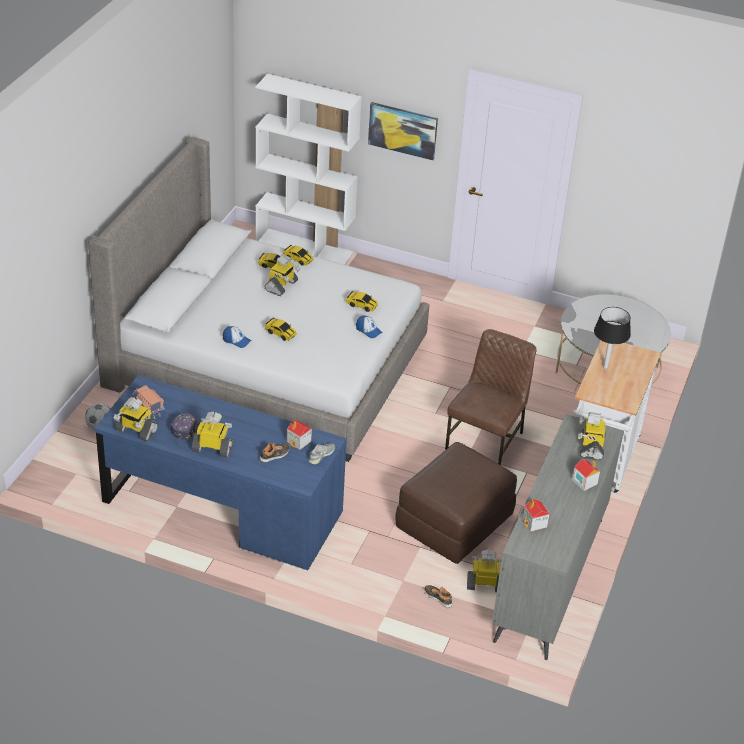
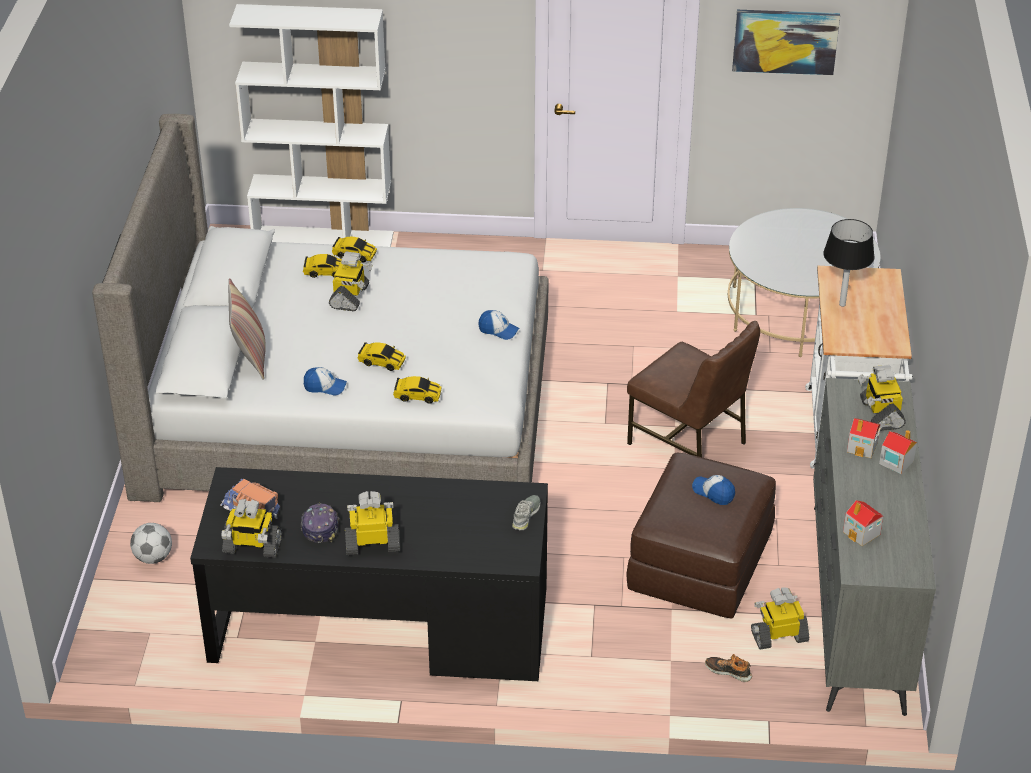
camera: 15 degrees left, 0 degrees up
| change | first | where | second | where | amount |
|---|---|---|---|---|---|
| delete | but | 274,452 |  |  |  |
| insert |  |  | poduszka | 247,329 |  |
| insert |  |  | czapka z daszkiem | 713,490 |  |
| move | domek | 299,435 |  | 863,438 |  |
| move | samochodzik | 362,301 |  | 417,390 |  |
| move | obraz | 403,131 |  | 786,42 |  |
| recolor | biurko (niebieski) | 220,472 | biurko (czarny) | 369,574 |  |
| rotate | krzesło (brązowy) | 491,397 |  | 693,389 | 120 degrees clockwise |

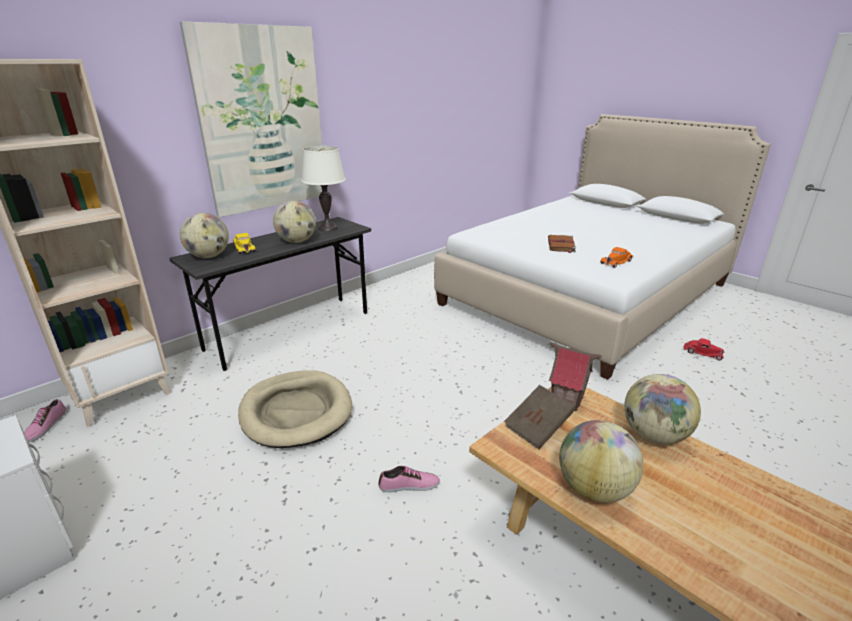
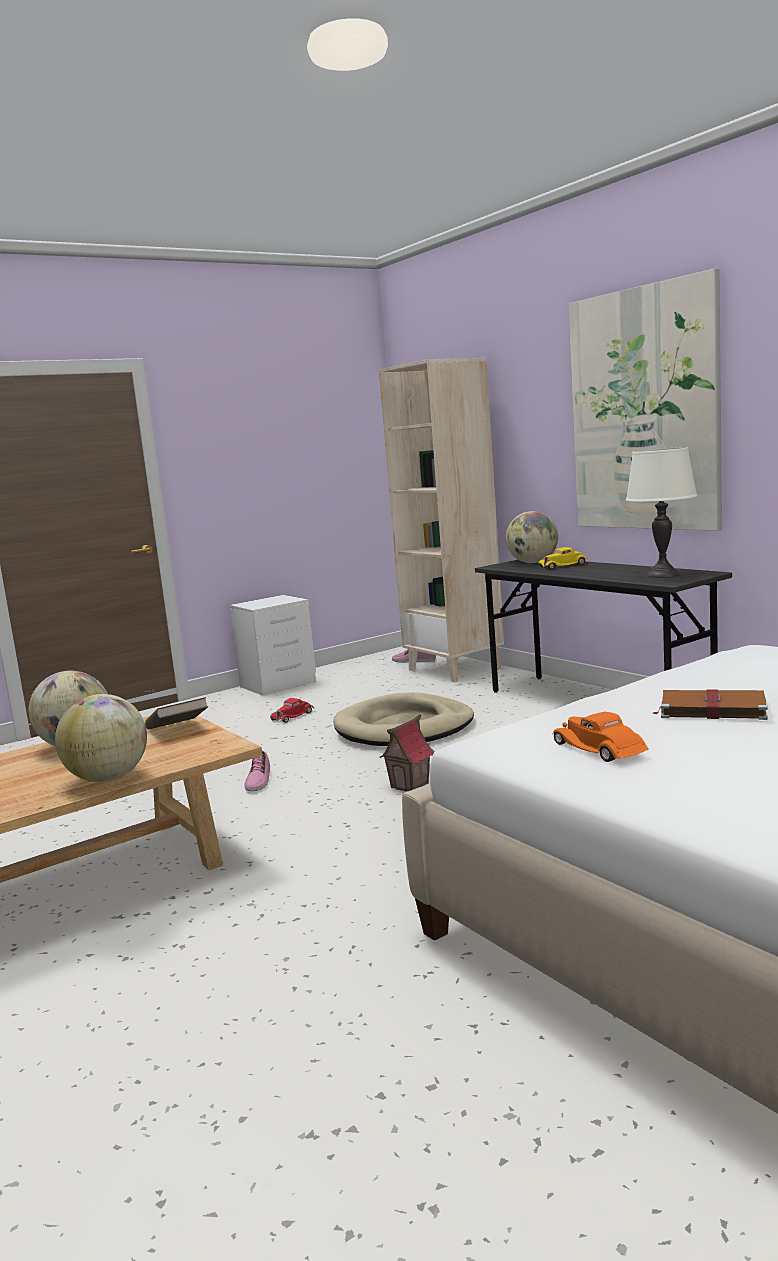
camera: 100 degrees right, 15 degrees down
| change | first | where | second | where | amount |
|---|---|---|---|---|---|
| delete | globus | 294,222 |  |  |  |
| move | domek | 575,376 |  | 407,752 |  |
| move | samochodzik (czerwony) | 704,349 |  | 292,710 |  |

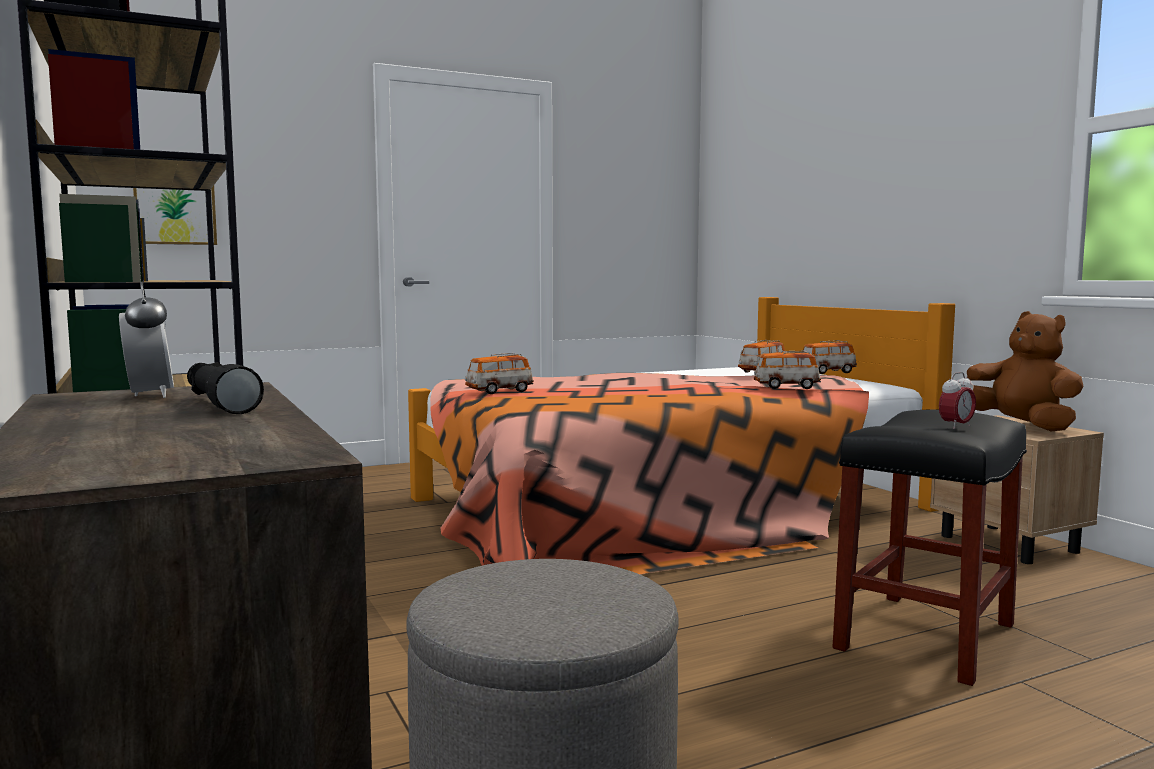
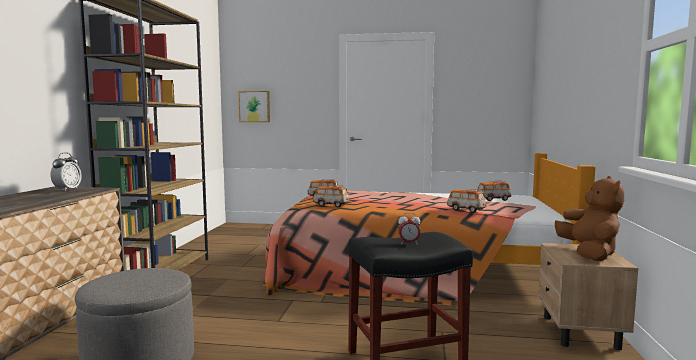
camera: 35 degrees right, 0 degrees up
| change | first | where | second | where | amount |
|---|---|---|---|---|---|
| delete | latarka (czarny) | 225,388 |  |  |  |
| move | samochodzik | 829,357 |  | 331,197 |  |

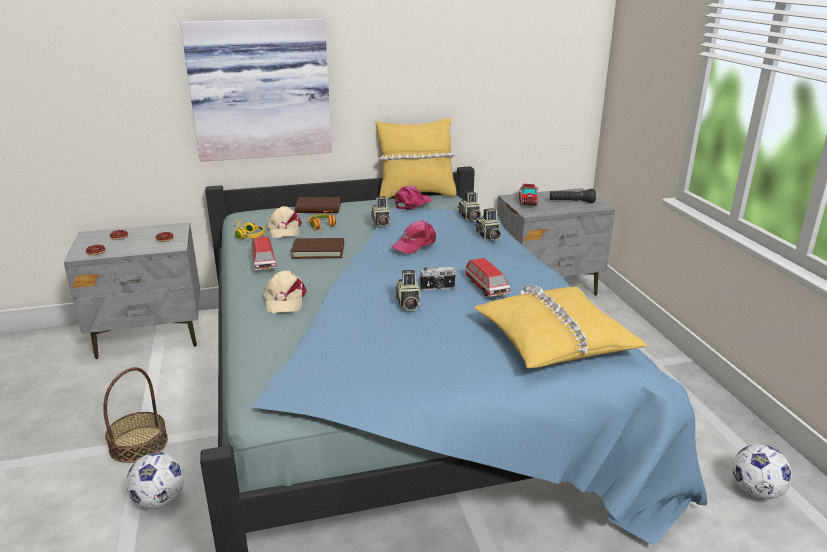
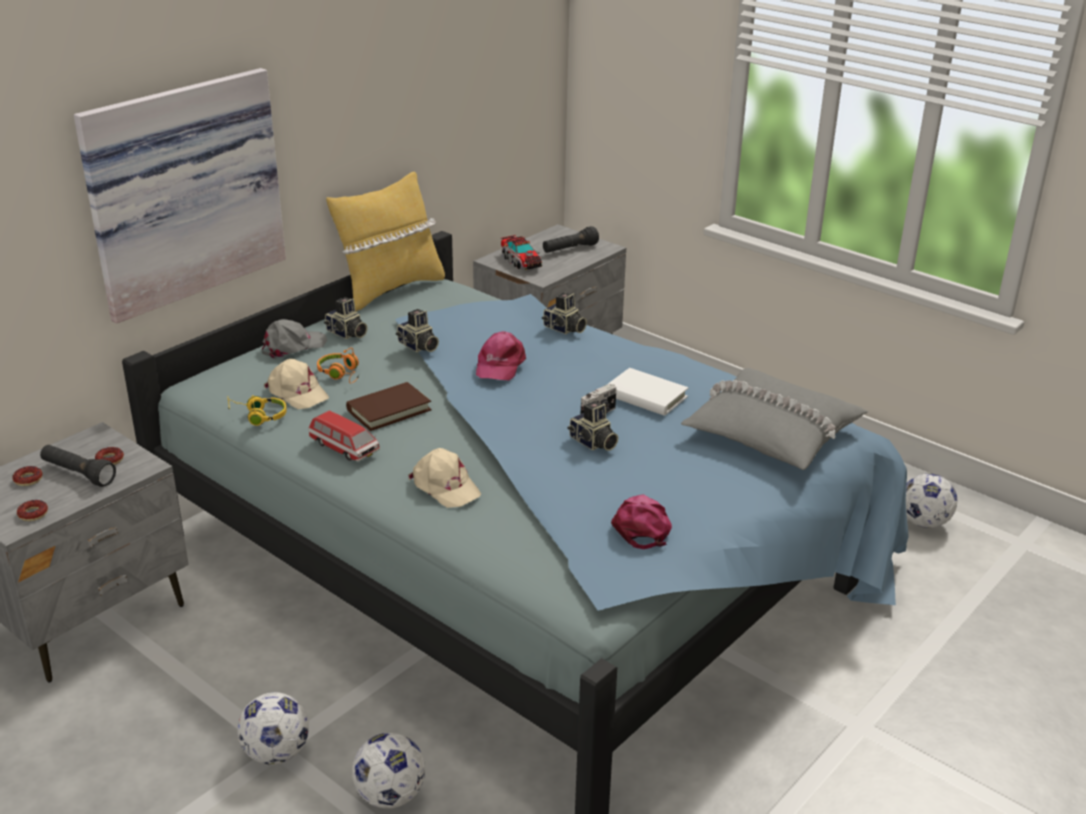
camera: 35 degrees left, 5 degrees up
| change | first | where | second | where | amount |
|---|---|---|---|---|---|
| insert |  |  | latarka (czarny) | 78,466 |  |
| move | czapka z daszkiem (różowy) | 413,198 |  | 641,521 |  |
| move | aparat fotograficzny | 469,206 |  | 345,318 |  |
| replace | koszyk | 135,415 | piłka futbolowa | 273,728 |  |
| replace | książka (brązowy) | 318,205 | czapka z daszkiem (szary) | 294,339 |  |
| replace | samochodzik | 488,277 | książka (biały) | 648,392 |  |
| recolor | poduszka (żółty) | 561,326 | poduszka (szary) | 774,419 |  |

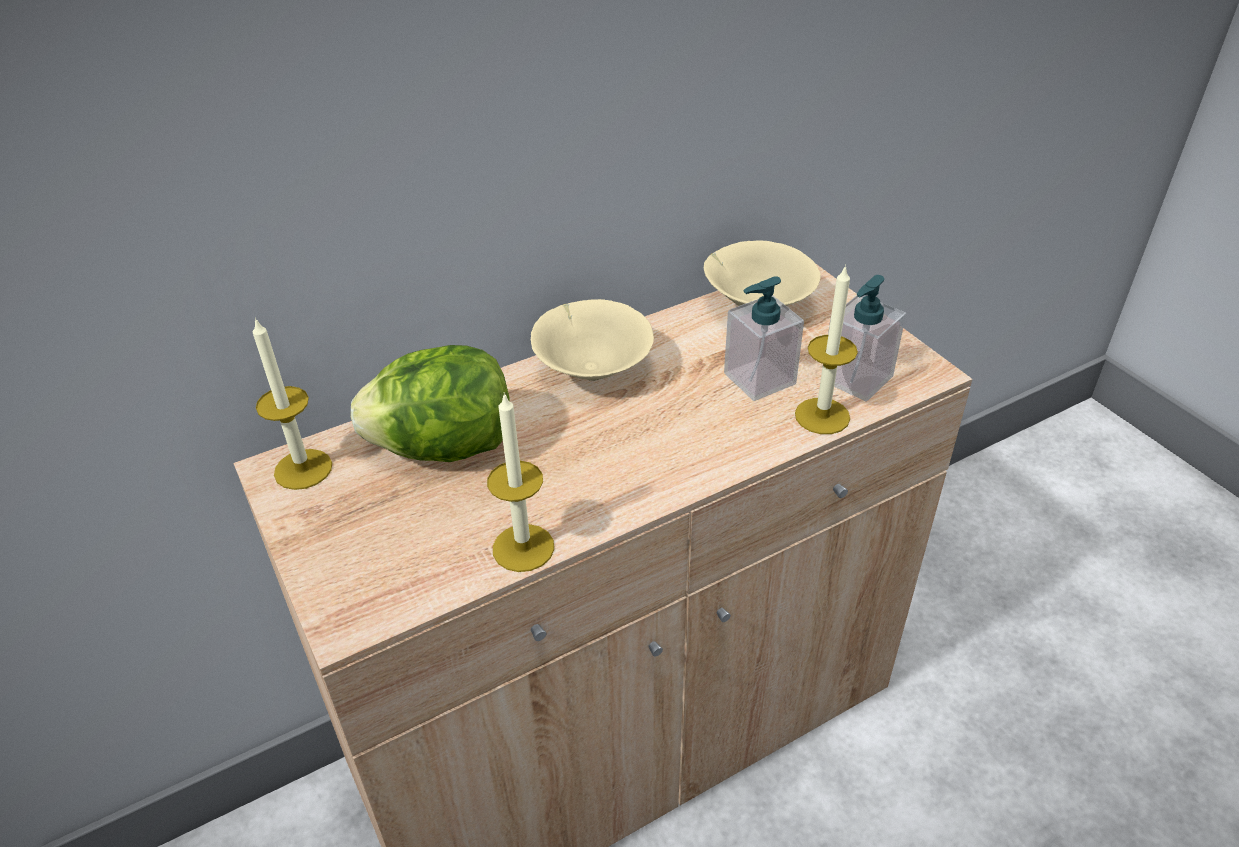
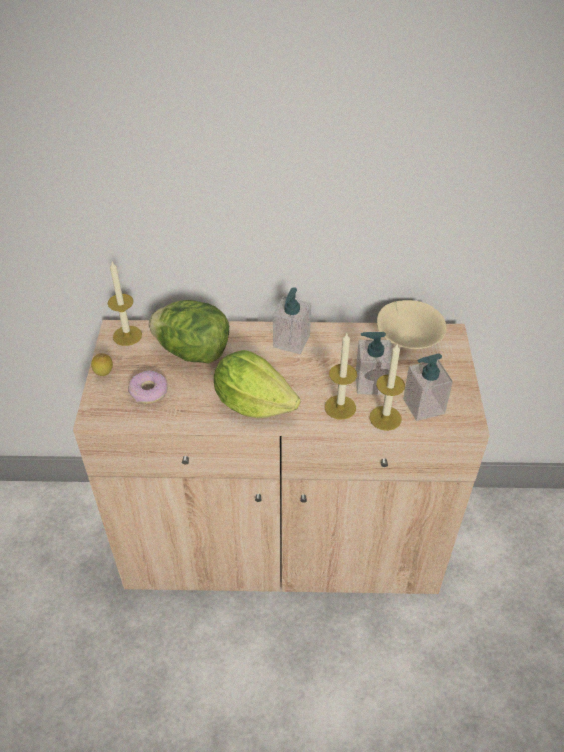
camera: 30 degrees right, 5 degrees up
| change | first | where | second | where | amount |
|---|---|---|---|---|---|
| insert |  |  | cytryna | 102,364 |  |
| insert |  |  | donut | 148,387 |  |
| insert |  |  | sałata | 257,384 |  |
| move | świeca | 520,482 |  | 341,376 |  |
| replace | miska (beżowy) | 592,340 | dozownik mydła | 292,320 |  |

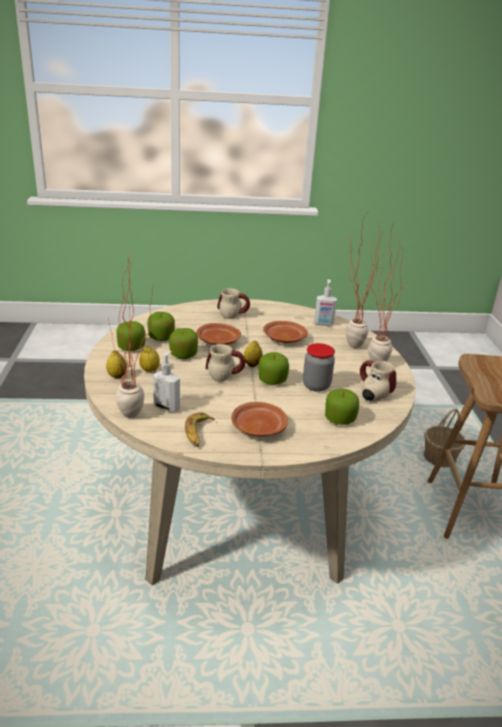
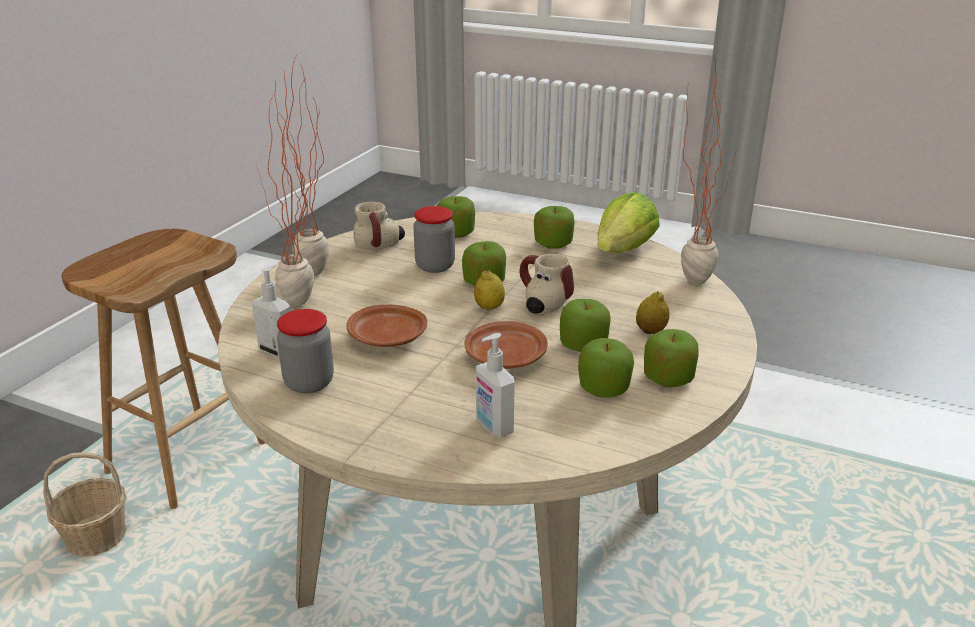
camera: 150 degrees left, 0 degrees up
| change | first | where | second | where | amount |
|---|---|---|---|---|---|
| delete | cytryna | 116,365 |  |  |  |
| delete | kubek | 233,303 |  |  |  |
| insert |  |  | słoik | 305,351 |  |
| move | dozownik mydła | 166,381 |  | 495,385 |  |
| replace | banan | 200,429 | sałata | 628,223 |  |
| replace | talerz (brązowy) | 259,419 | jabłko | 554,227 |  |

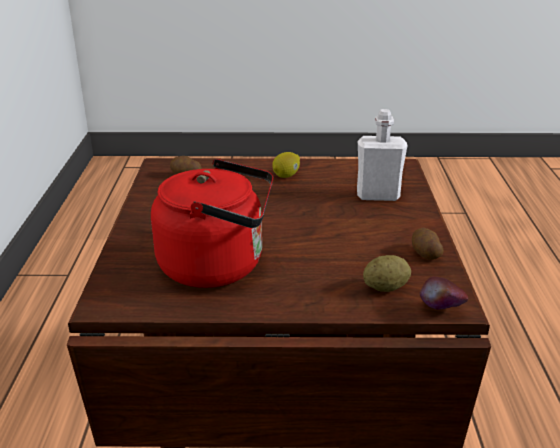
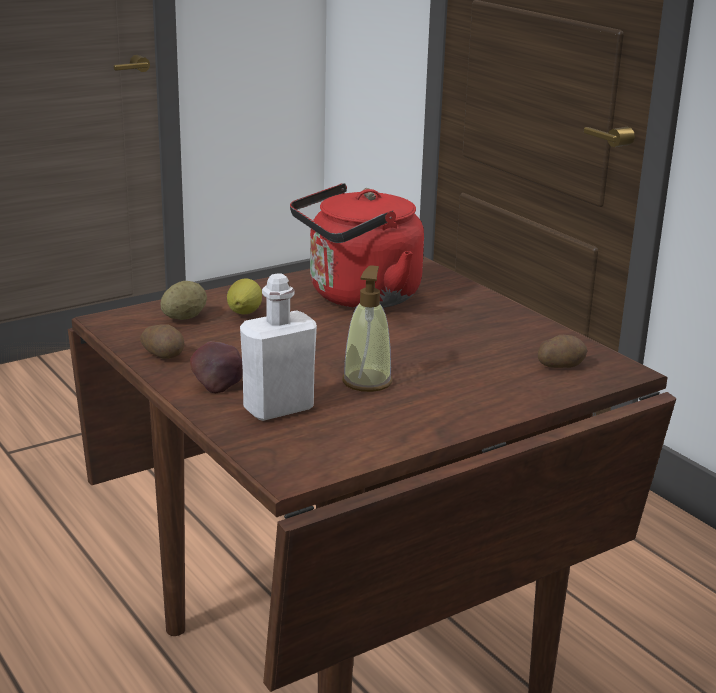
camera: 145 degrees right, 5 degrees down
| change | first | where | second | where | amount |
|---|---|---|---|---|---|
| insert |  |  | dozownik mydła | 367,328 |  |
| move | cytryna | 286,165 |  | 244,296 |  |
| move | jabłko | 444,293 |  | 216,367 |  |

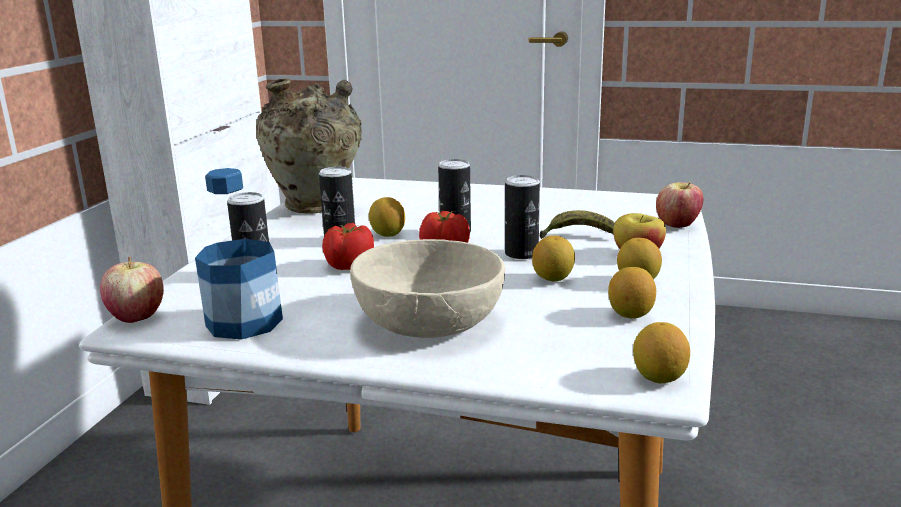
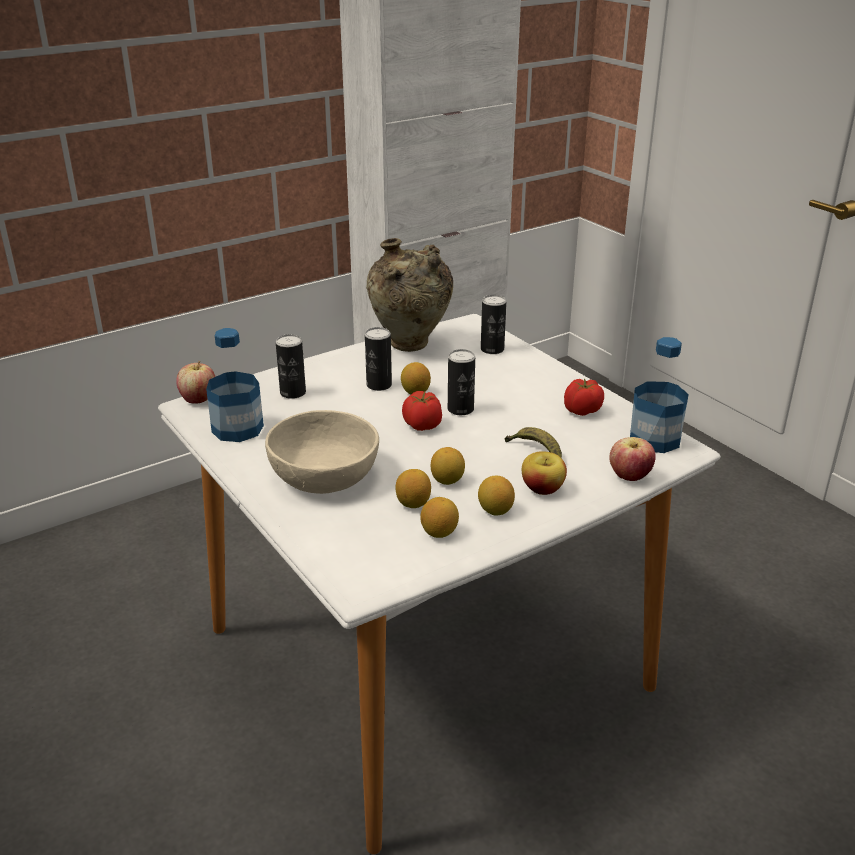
camera: 40 degrees right, 10 degrees up
| change | first | where | second | where | amount |
|---|---|---|---|---|---|
| insert |  |  | butelka | 659,395 |  |
| move | pomidor | 348,246 |  | 584,397 |  |
| move | puszka | 522,217 |  | 493,324 |  |
| move | cytryna | 661,352 |  | 413,488 |  |

